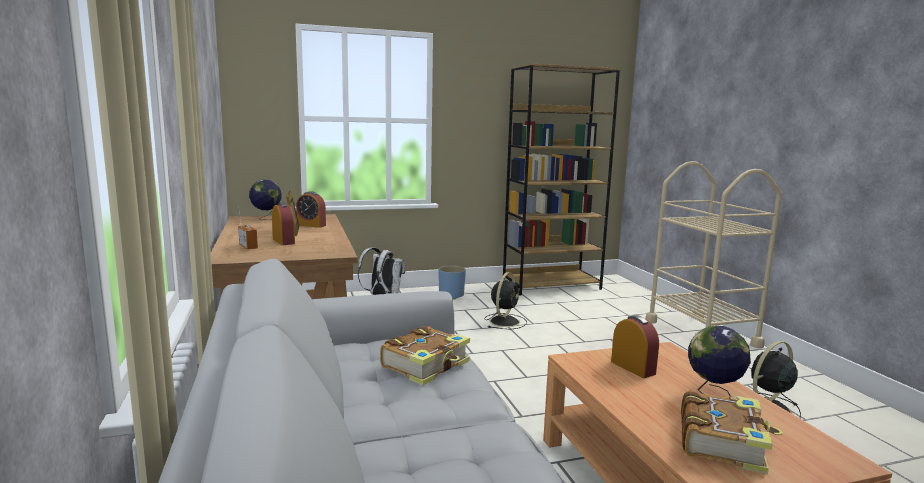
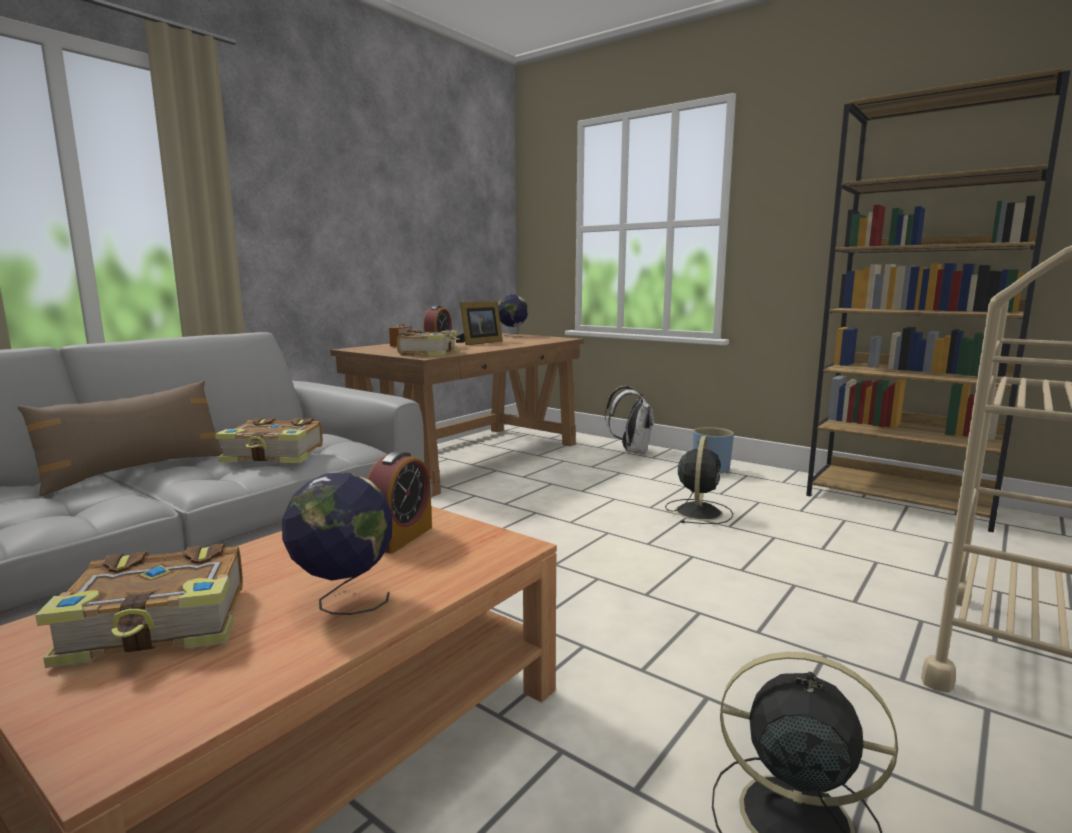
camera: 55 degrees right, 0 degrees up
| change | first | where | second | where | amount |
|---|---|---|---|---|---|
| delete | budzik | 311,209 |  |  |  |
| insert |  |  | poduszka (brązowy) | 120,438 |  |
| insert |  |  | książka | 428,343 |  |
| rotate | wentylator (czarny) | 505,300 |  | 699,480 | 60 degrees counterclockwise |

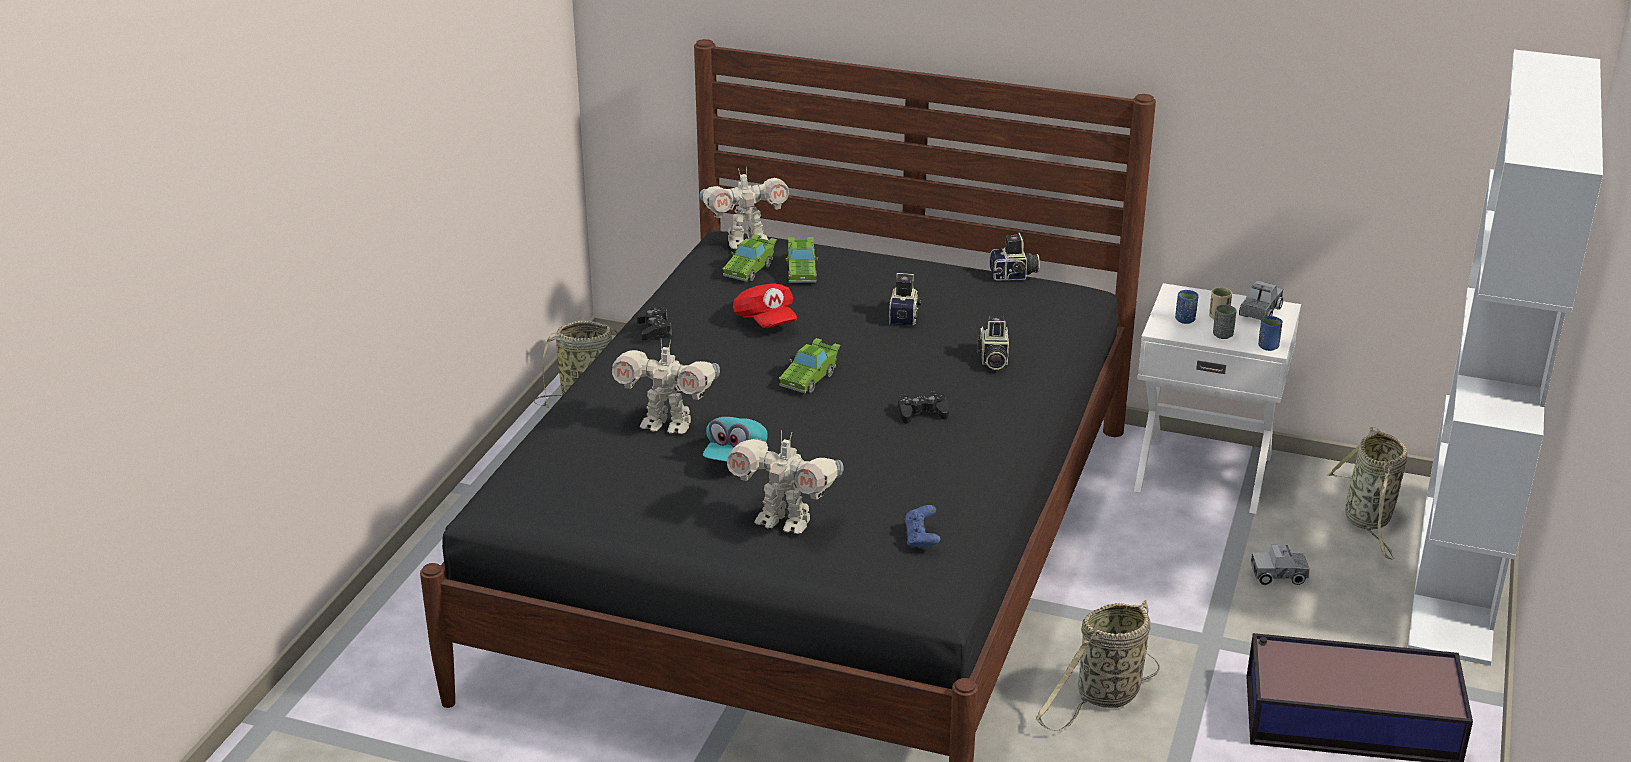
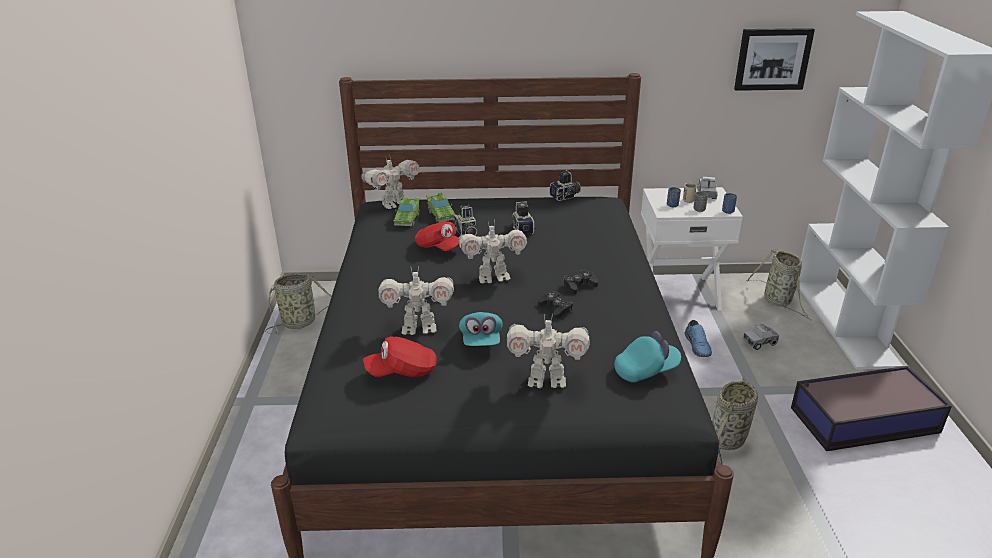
camera: 20 degrees left, 0 degrees up
| change | first | where | second | where | amount |
|---|---|---|---|---|---|
| insert |  |  | czapka z daszkiem (czerwony) | 400,357 |  |
| insert |  |  | but (niebieski) | 698,338 |  |
| insert |  |  | obraz | 774,59 |  |
| move | pad do gier (czarny) | 654,324 |  | 555,305 |  |
| move | aparat fotograficzny | 993,343 |  | 465,220 |  |
| replace | samochodzik (zielony) | 810,366 | robot zabawkowy | 492,251 |  |
| replace | pad do gier (niebieski) | 923,526 | czapka z daszkiem (turkusowy) | 647,356 |  |

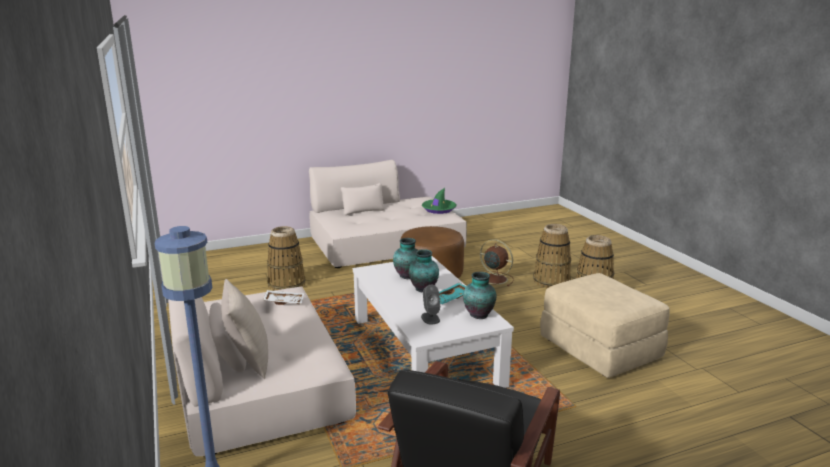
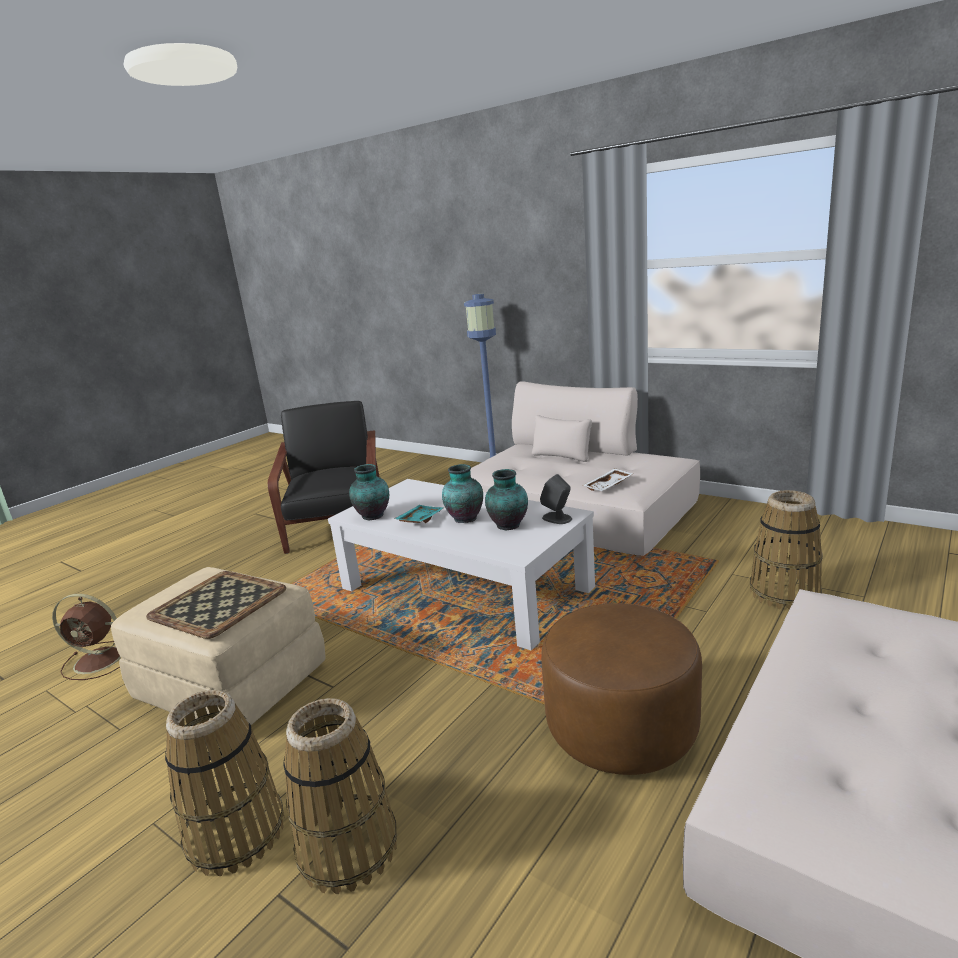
camera: 150 degrees right, 0 degrees up
| change | first | where | second | where | amount |
|---|---|---|---|---|---|
| delete | poduszka (beżowy) | 244,329 |  |  |  |
| delete | kapelusz (zielony) | 439,201 |  |  |  |
| insert |  |  | taca | 216,605 |  |
| move | głośnik (szary) | 430,304 |  | 556,499 |  |
| move | wentylator (brązowy) | 497,262 |  | 86,637 |  |

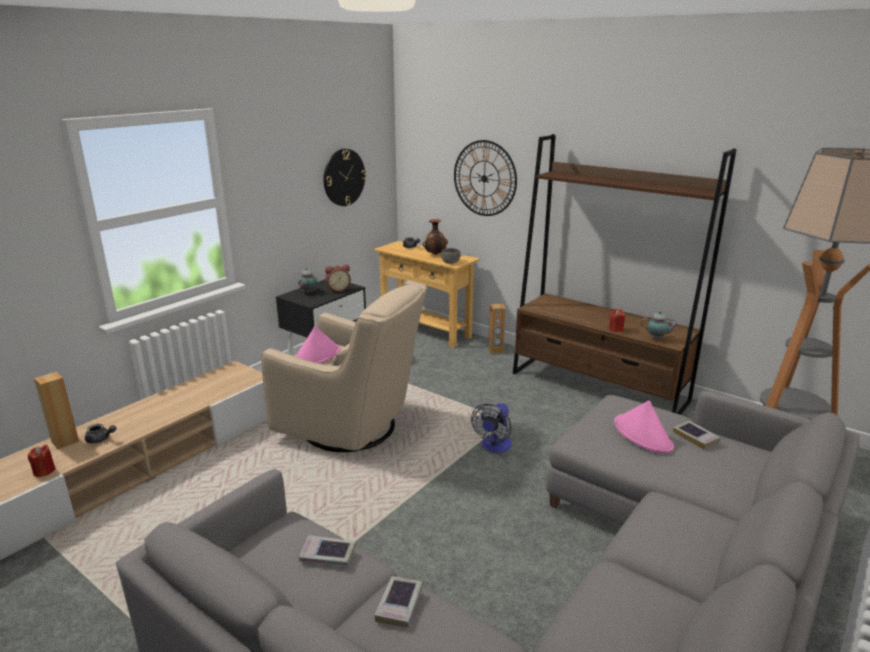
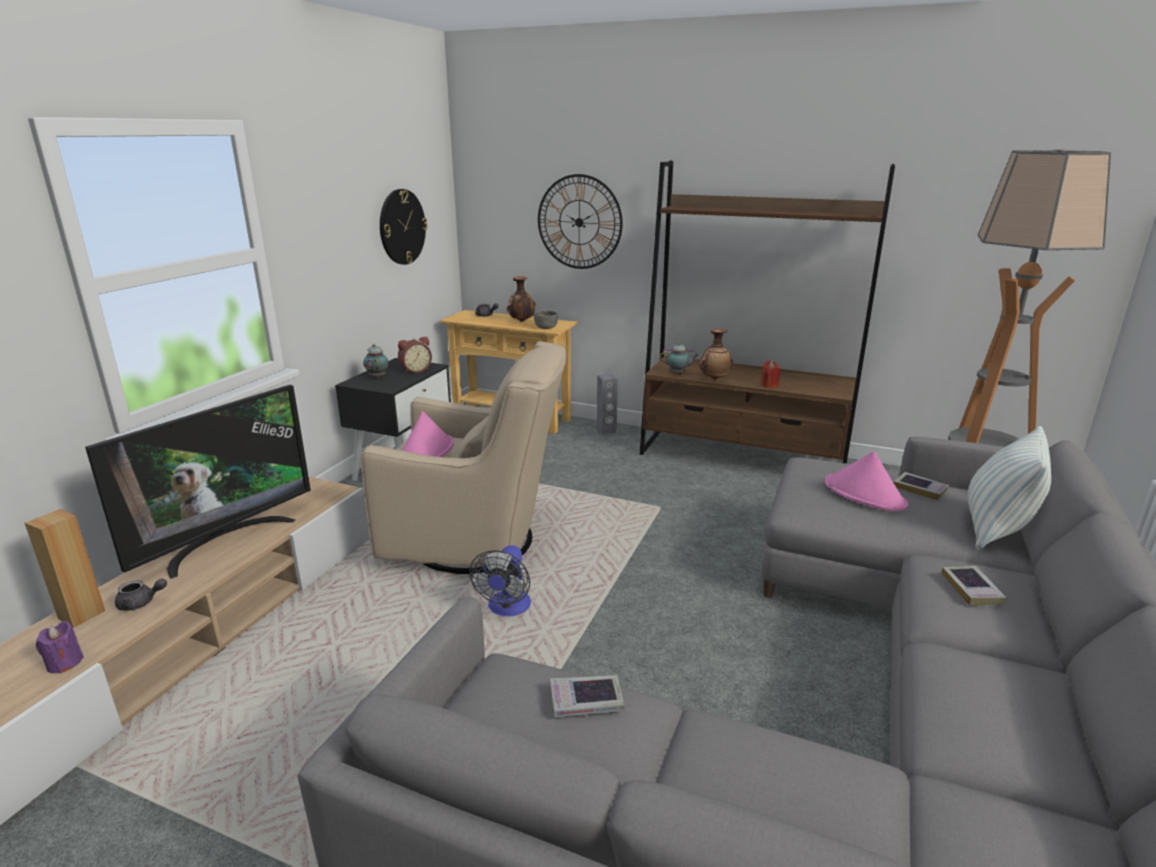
camera: 15 degrees left, 0 degrees up
| change | first | where | second | where | amount |
|---|---|---|---|---|---|
| insert |  |  | telewizor | 198,482 |  |
| insert |  |  | wazon | 715,354 |  |
| insert |  |  | poduszka | 1009,487 |  |
| move | książka | 398,601 |  | 974,586 |  |
| move | wentylator | 491,428 |  | 500,580 |  |
| move | imbryk | 659,325 |  | 679,358 |  |
| recolor | świeca (czerwony) | 42,461 | świeca (fioletowy) | 60,647 |  |
| recolor | głośnik (brązowy) | 497,328 | głośnik (szary) | 607,404 |  |

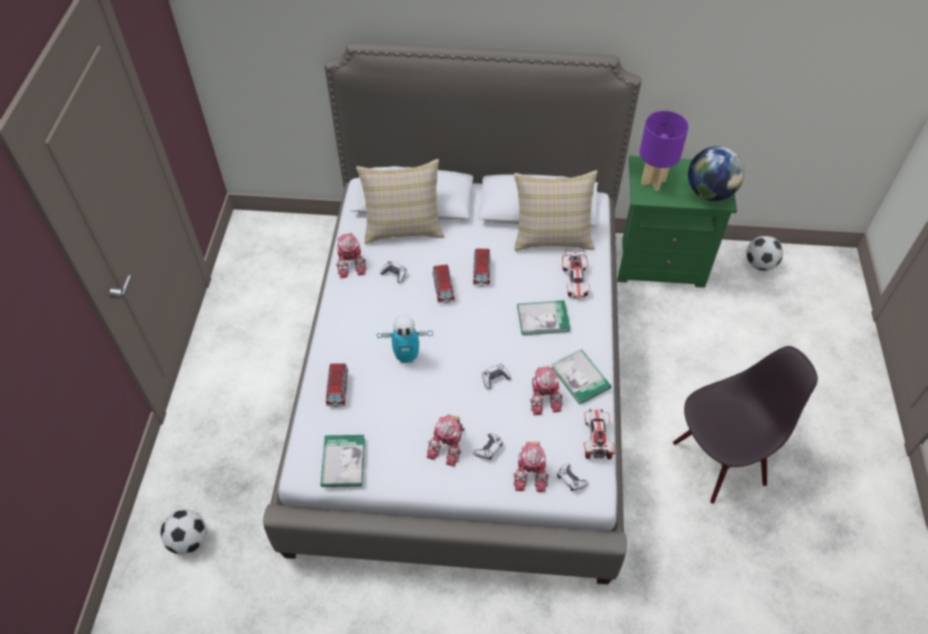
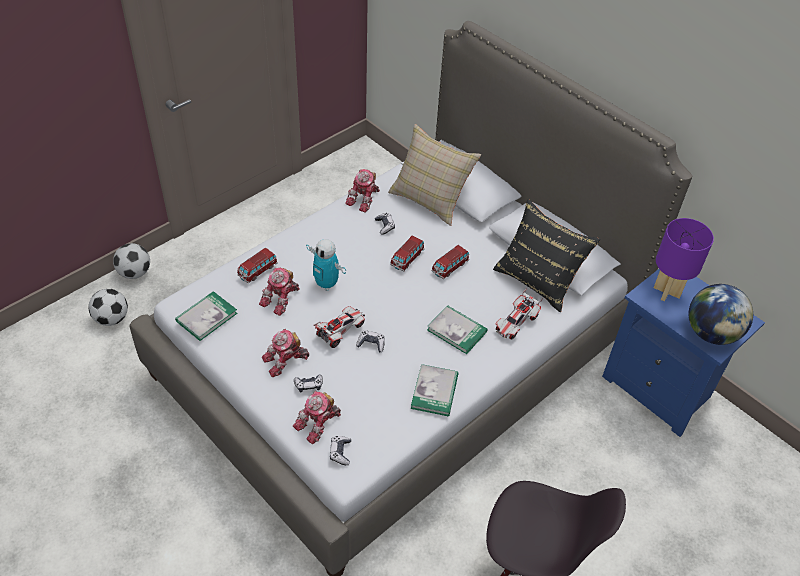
camera: 40 degrees right, 5 degrees down
| change | first | where | second | where | amount |
|---|---|---|---|---|---|
| move | robot zabawkowy | 546,390 |  | 279,291 |  |
| move | samochodzik | 599,434 |  | 339,327 |  |
| move | piłka futbolowa | 764,253 |  | 131,261 |  |
| recolor | poduszka (beżowy) | 555,210 | poduszka (czarny) | 547,255 |  |
| recolor | szafka nocna (zielony) | 677,222 | szafka nocna (niebieski) | 683,353 |  |

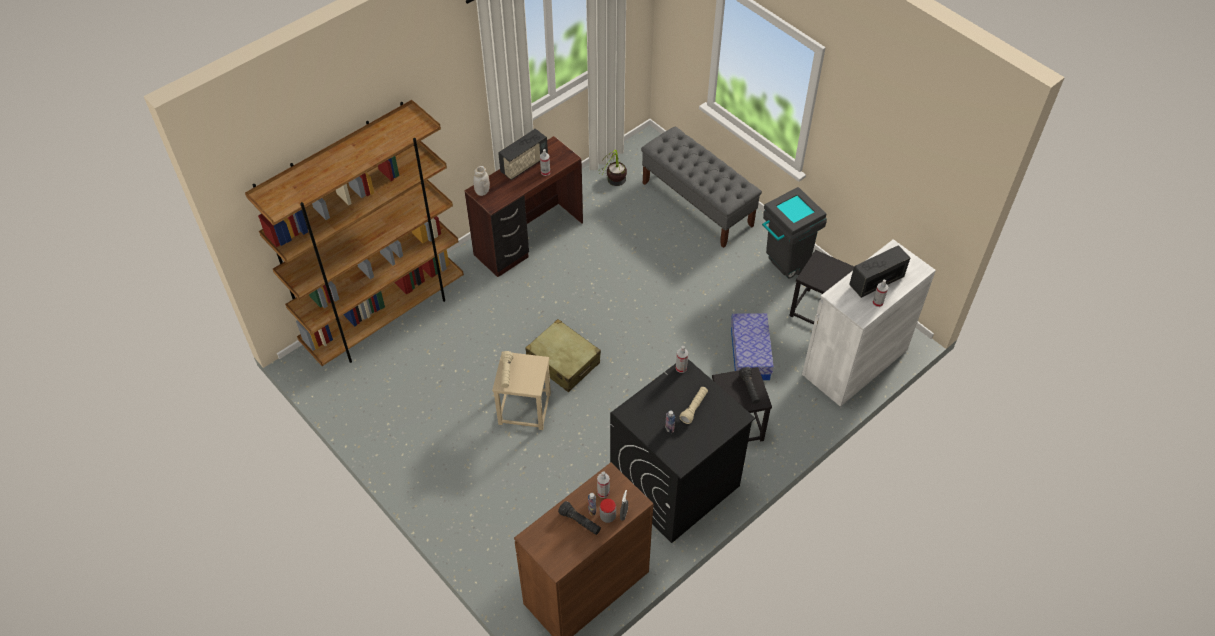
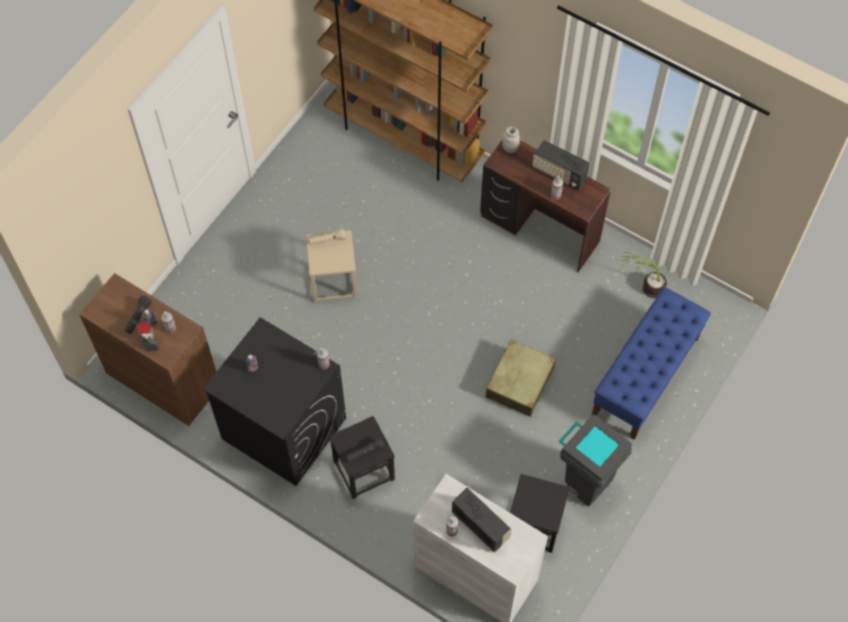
camera: 75 degrees right, 10 degrees up
| change | first | where | second | where | amount |
|---|---|---|---|---|---|
| delete | latarka (beżowy) | 694,405 |  |  |  |
| delete | pojemnik do przechowywania | 752,346 |  |  |  |
| move | walizka (beżowy) | 563,355 |  | 521,378 |  |
| recolor | ławka (szary) | 701,187 | ławka (niebieski) | 651,363 |  |

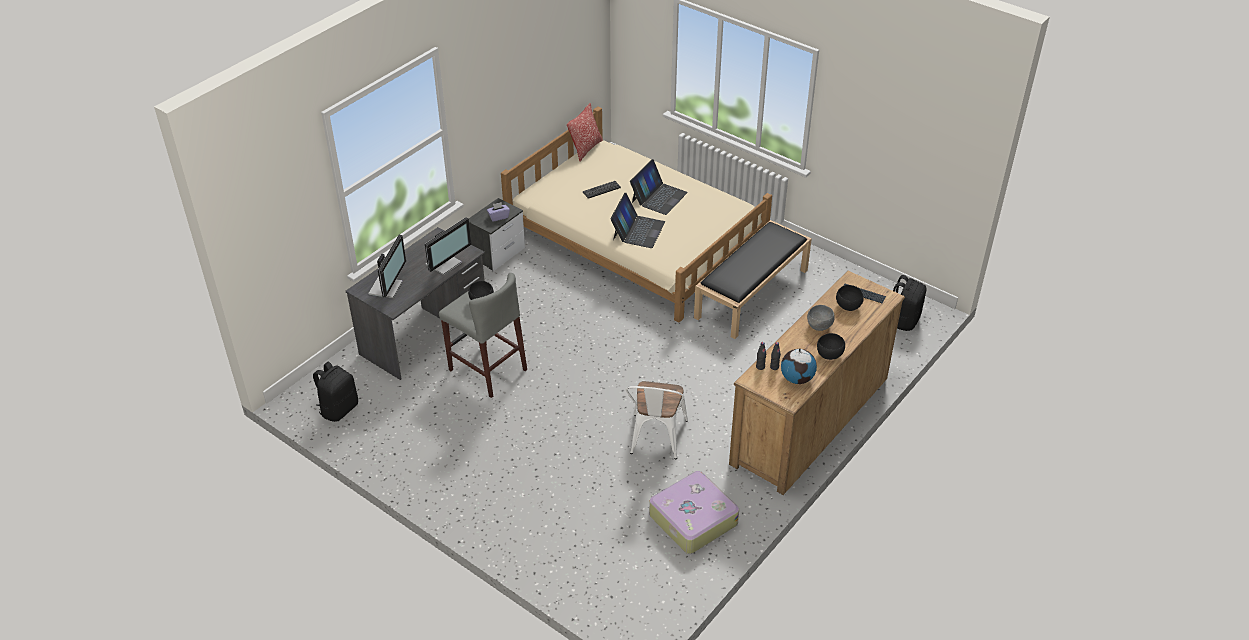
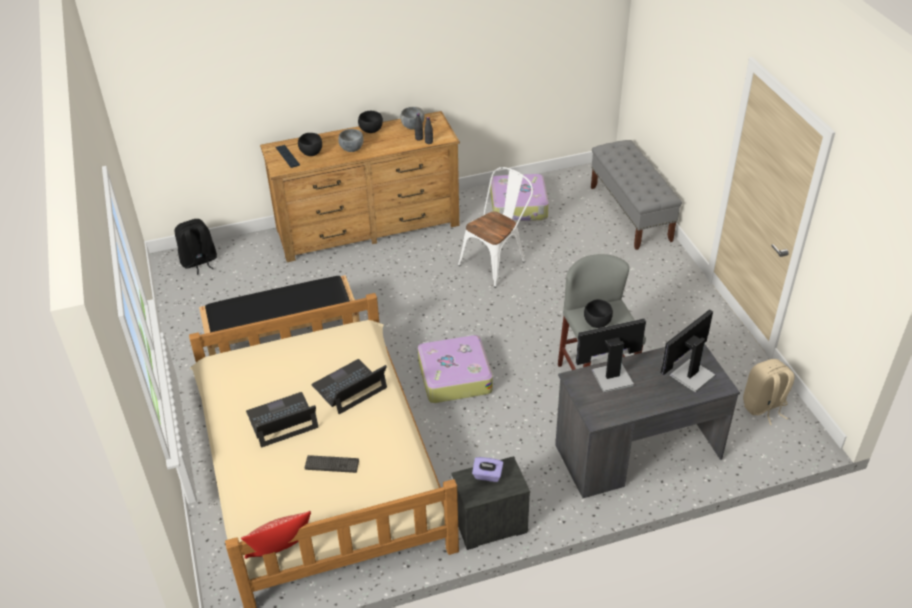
camera: 145 degrees left, 0 degrees up
| change | first | where | second | where | amount |
|---|---|---|---|---|---|
| insert |  |  | walizka | 455,368 |  |
| insert |  |  | ławka (szary) | 636,195 |  |
| replace | globus | 799,366 | miska (szary) | 412,118 |  |
| recolor | plecak (czarny) | 335,392 | plecak (beżowy) | 769,392 |  |

